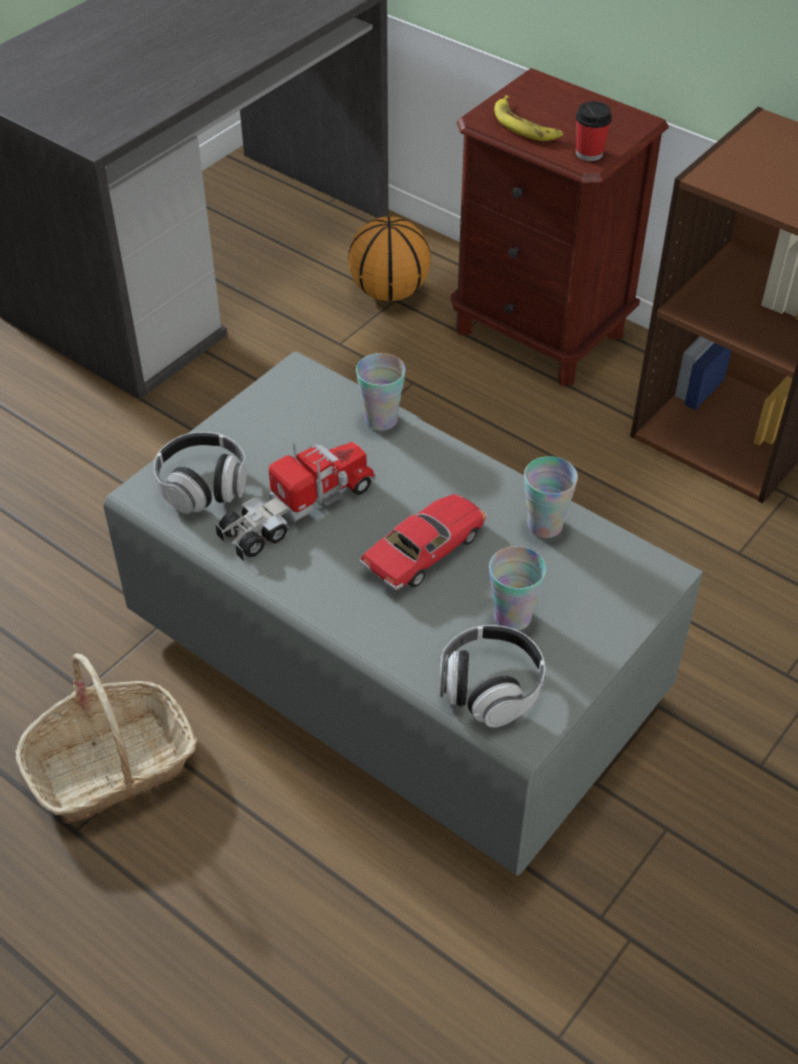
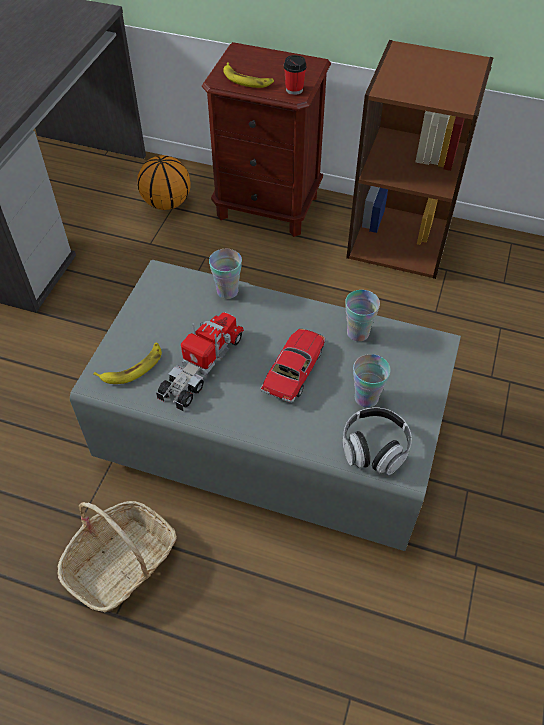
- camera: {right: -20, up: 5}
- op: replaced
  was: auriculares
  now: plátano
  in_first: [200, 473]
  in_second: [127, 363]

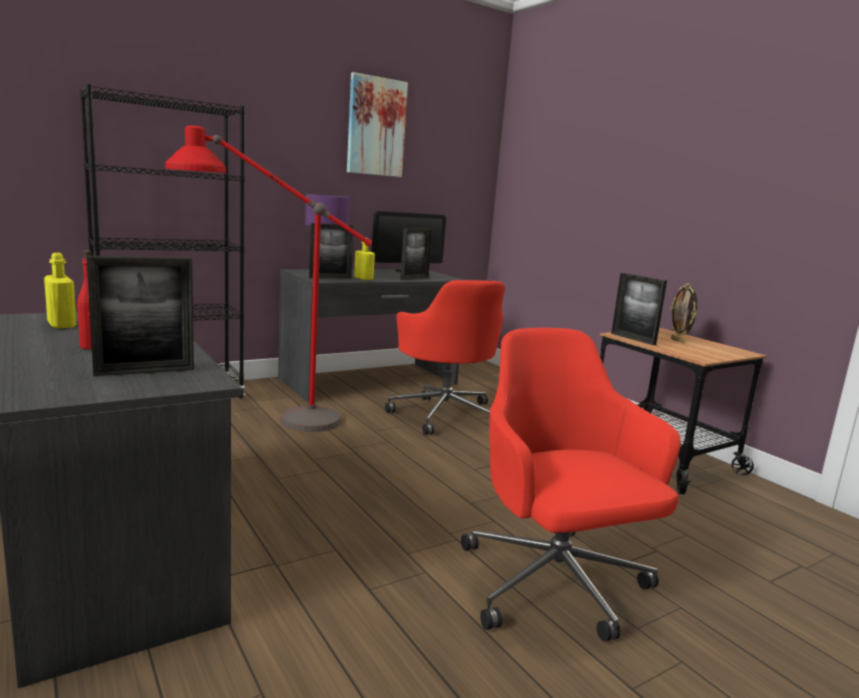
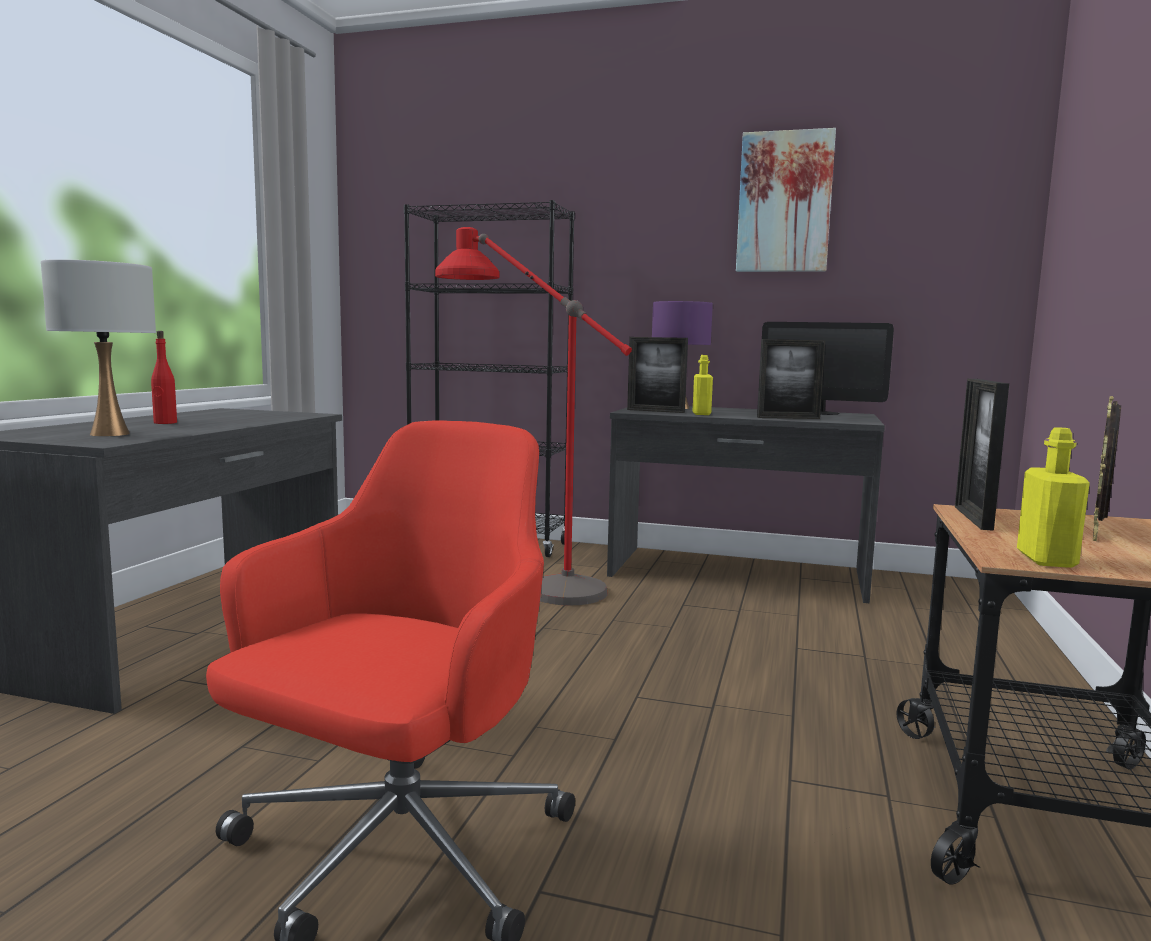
- camera: {right: 50, up: -5}
- op: moved
  was: botella [amarillo]
  in_first: [60, 291]
  in_second: [1053, 497]
- op: replaced
  was: portarretratos
  now: lámpara de mesa [blanco]
  in_first: [140, 316]
  in_second: [98, 347]
- op: removed
  was: silla de oficina [rojo]
  in_first: [445, 357]

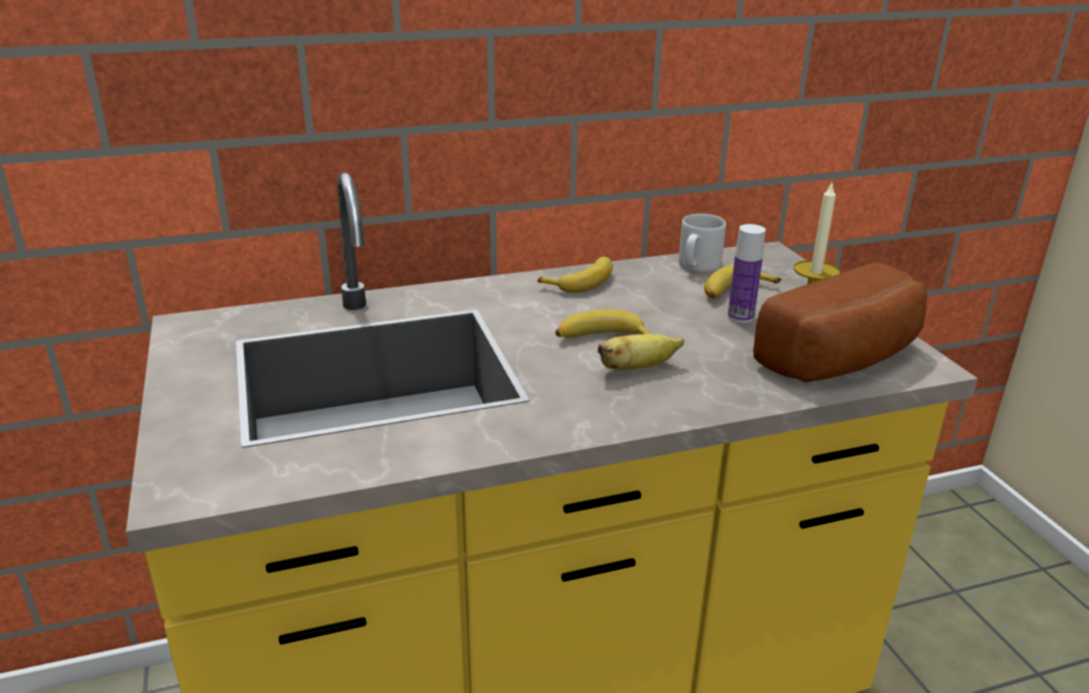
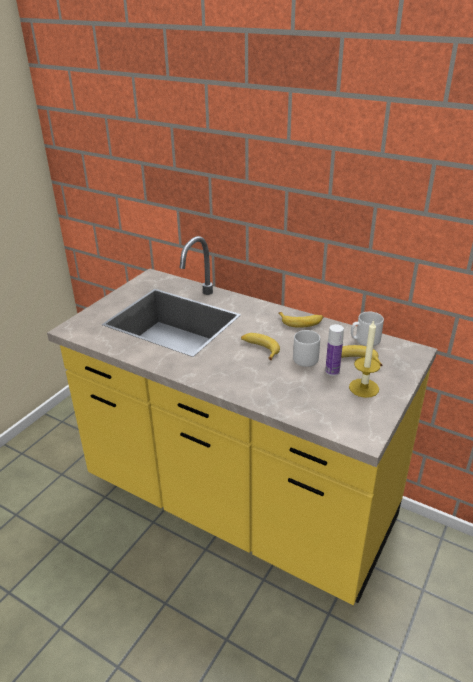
- camera: {right: 50, up: 5}
- op: removed
  was: pan
  in_first: [840, 322]
- op: removed
  was: plátano
  in_first: [641, 352]
- op: added
  now: taza grande [gris]
  in_second: [306, 348]

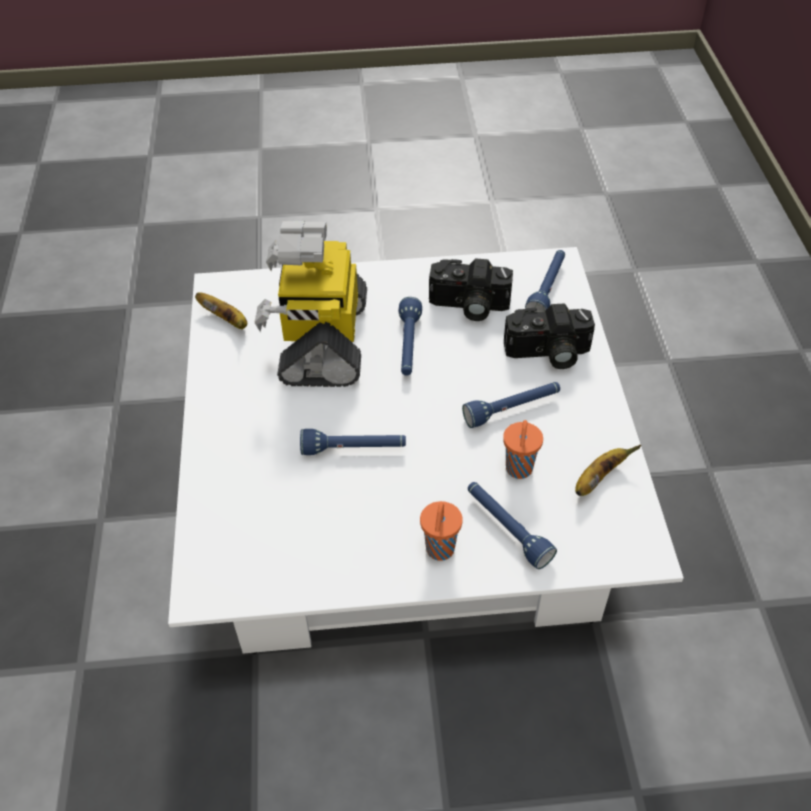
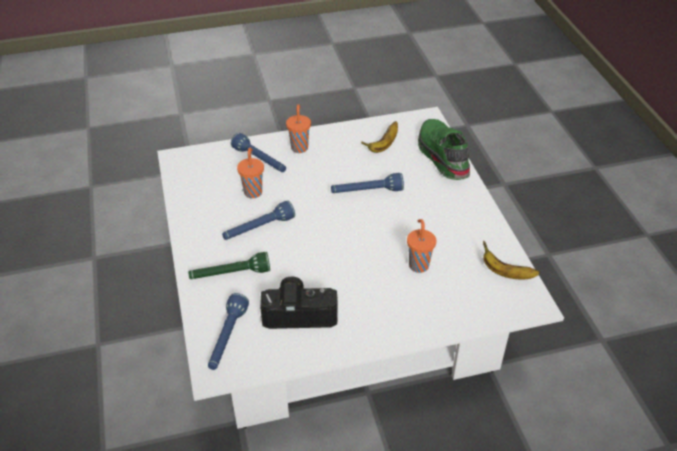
- camera: {right: 170, up: -5}
- op: replaced
  was: robot de juguete
  now: taza [naranja]
  in_first: [310, 304]
  in_second: [422, 246]
- op: removed
  was: linterna [azul]
  in_first: [410, 336]
- op: replaced
  was: cámara
  now: linterna [verde]
  in_first: [549, 336]
  in_second: [229, 265]
- op: moved
  was: plátano
  in_first: [608, 470]
  in_second: [379, 137]
- op: added
  now: zapato [verde]
  in_second: [444, 149]

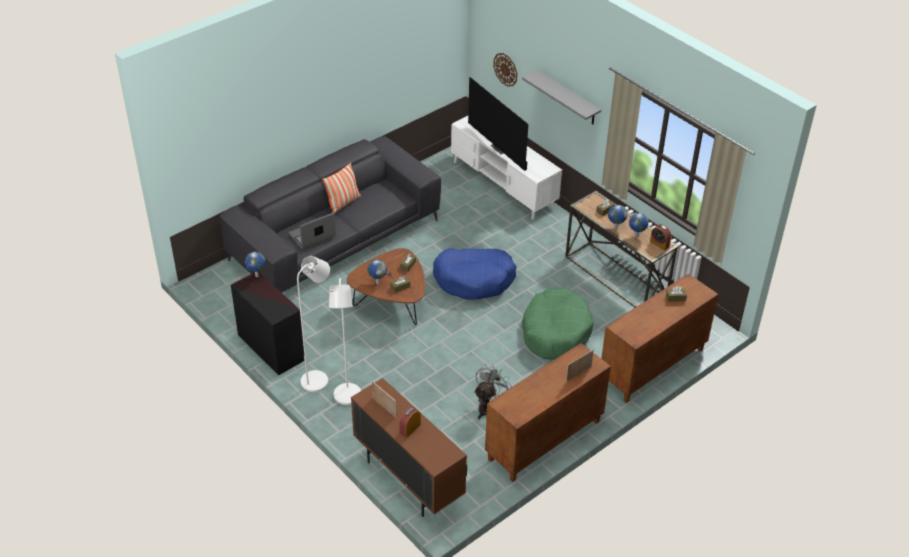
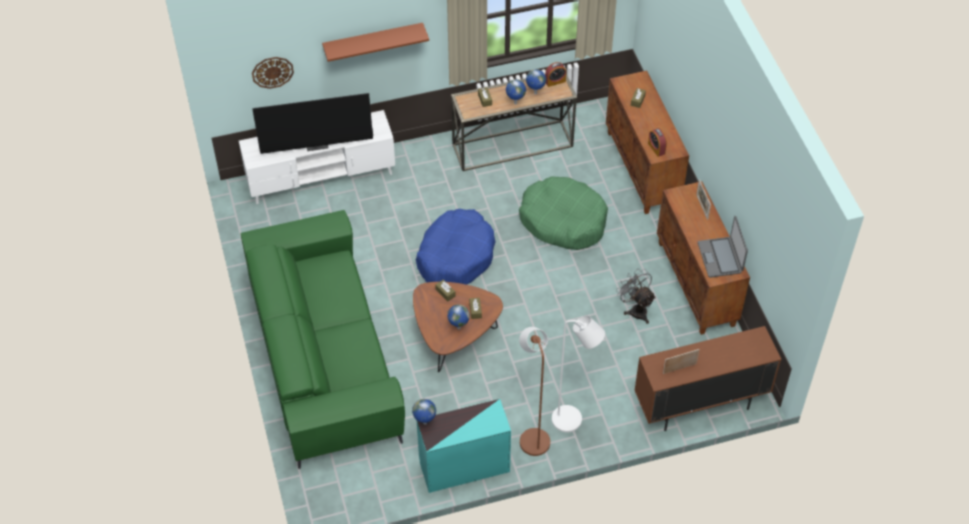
- camera: {right: -65, up: 10}
- op: recoloured
  was: estante [gris]
  now: estante [marrón]
  in_first: [561, 97]
  in_second: [375, 42]
- op: recoloured
  was: sofá [gris]
  now: sofá [verde]
  in_first: [330, 214]
  in_second: [323, 339]
- op: removed
  was: cojín
  in_first: [341, 188]
- op: moved
  was: portátil
  in_first: [312, 230]
  in_second: [723, 247]
- op: recoloured
  was: lámpara de pie [blanco]
  now: lámpara de pie [marrón]
  in_first: [313, 324]
  in_second: [534, 391]
- op: recoloured
  was: cómoda [negro]
  now: cómoda [turquesa]
  in_first: [267, 323]
  in_second: [464, 446]
- op: moved
  was: despertador
  in_first: [410, 422]
  in_second: [657, 142]

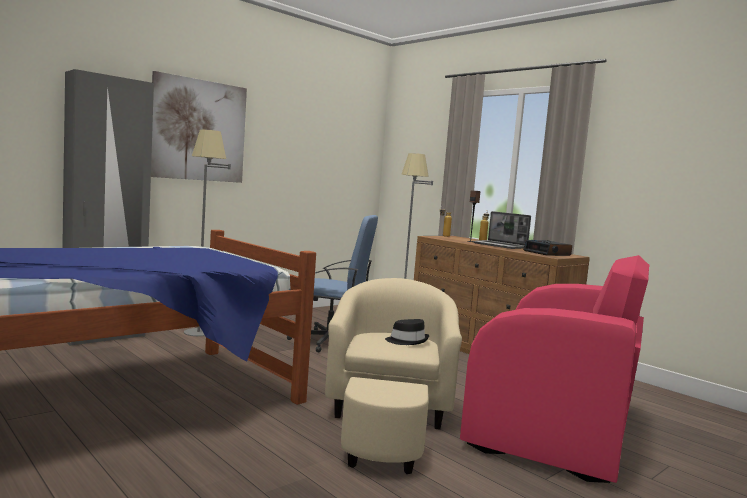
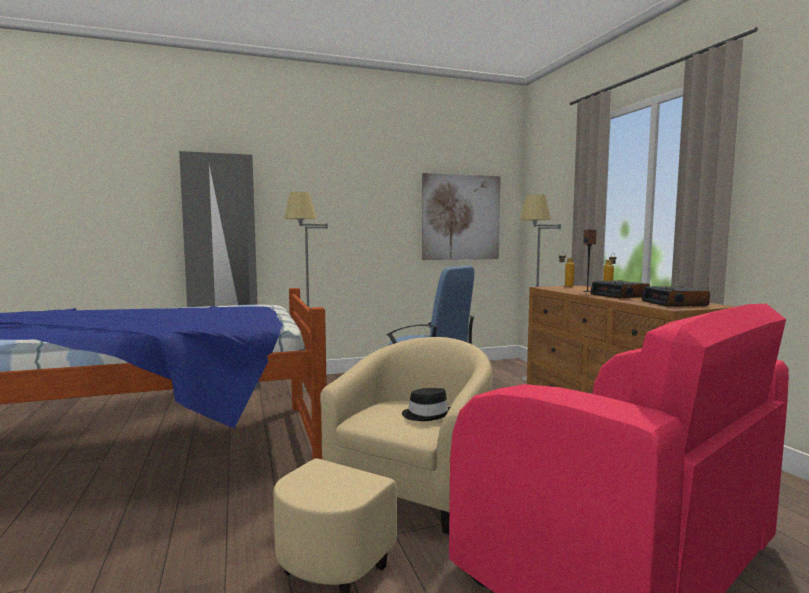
- camera: {right: 25, up: 0}
- op: moved
  was: cuadro
  in_first: [199, 127]
  in_second: [461, 216]
- op: replaced
  was: portátil
  now: despertador
  in_first: [501, 230]
  in_second: [620, 289]

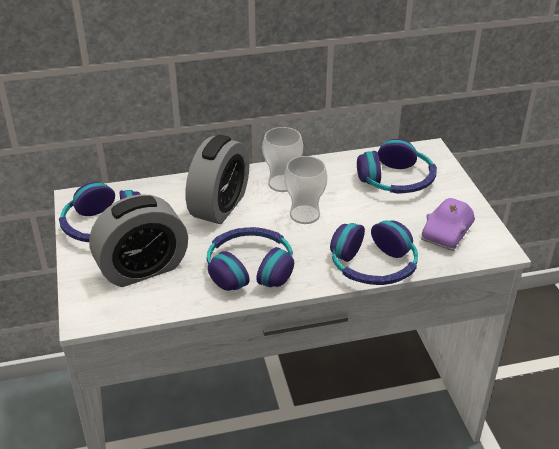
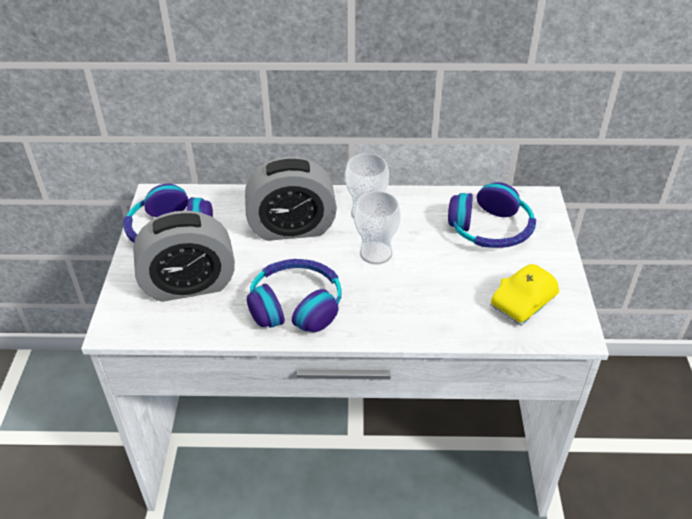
- camera: {right: 15, up: 5}
- op: turned
  was: despertador
  in_first: [217, 179]
  in_second: [291, 199]
  clockwise: 45
- op: recoloured
  was: coche de juguete [morado]
  now: coche de juguete [amarillo]
  in_first: [448, 224]
  in_second: [524, 295]
- op: removed
  was: auriculares
  in_first: [374, 252]

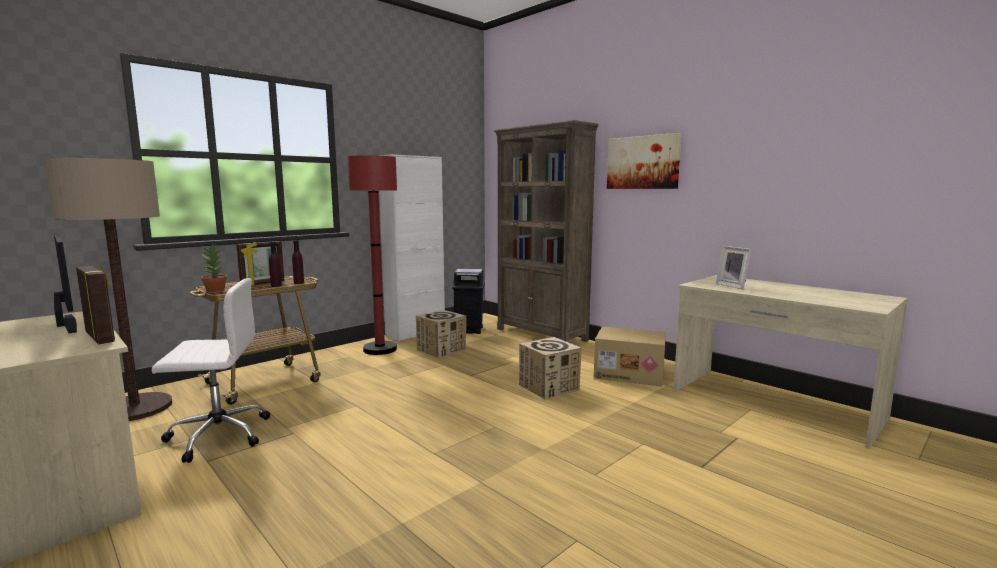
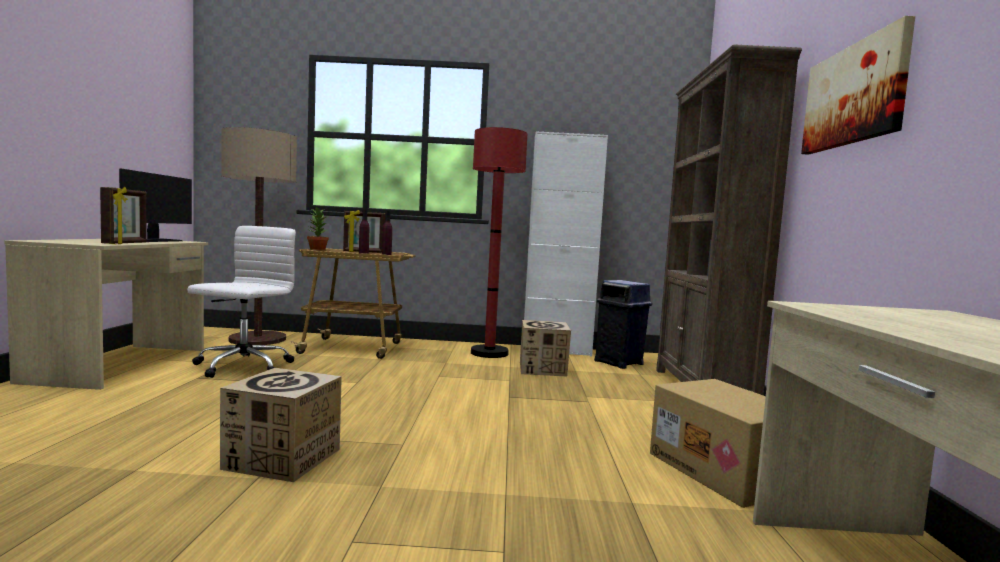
- camera: {right: 45, up: -5}
- op: removed
  was: portarretratos
  in_first: [733, 267]
- op: turned
  was: silla de oficina [blanco]
  in_first: [211, 370]
  in_second: [241, 302]
  clockwise: -105
- op: moved
  was: caja de cartón
  in_first: [550, 368]
  in_second: [281, 425]

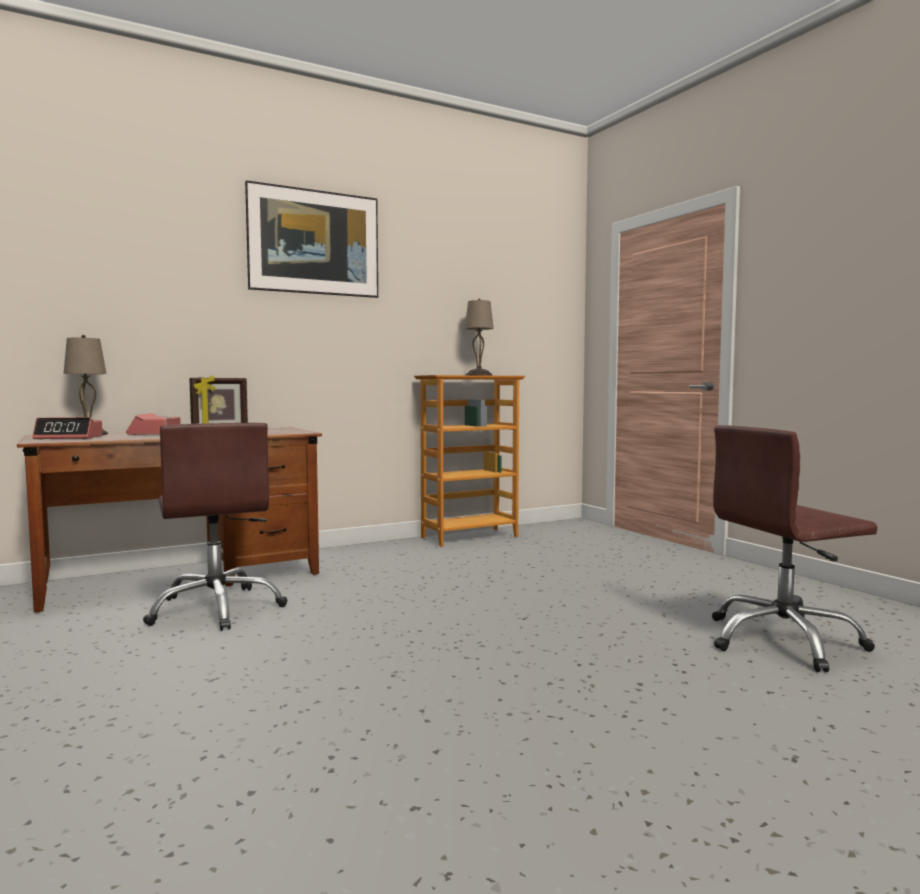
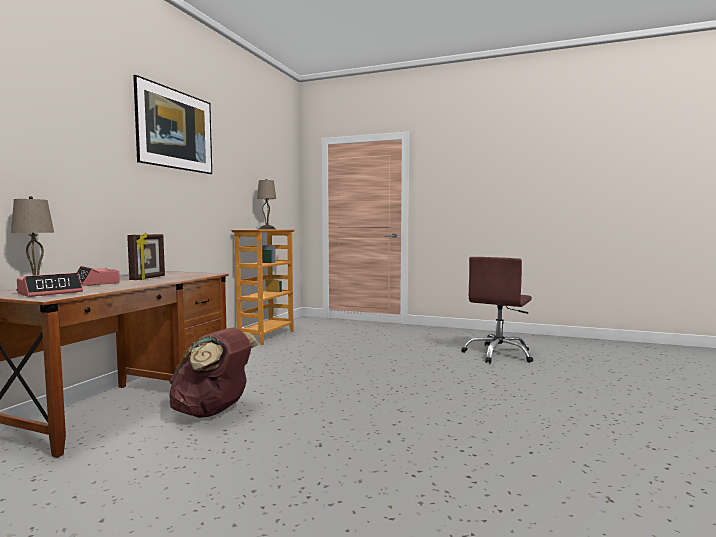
- camera: {right: -40, up: 0}
- op: replaced
  was: silla de oficina [marrón]
  now: mochila [marrón]
  in_first: [215, 526]
  in_second: [214, 373]

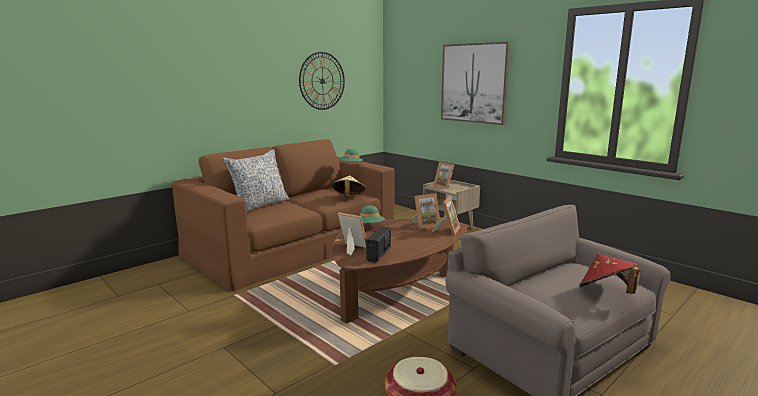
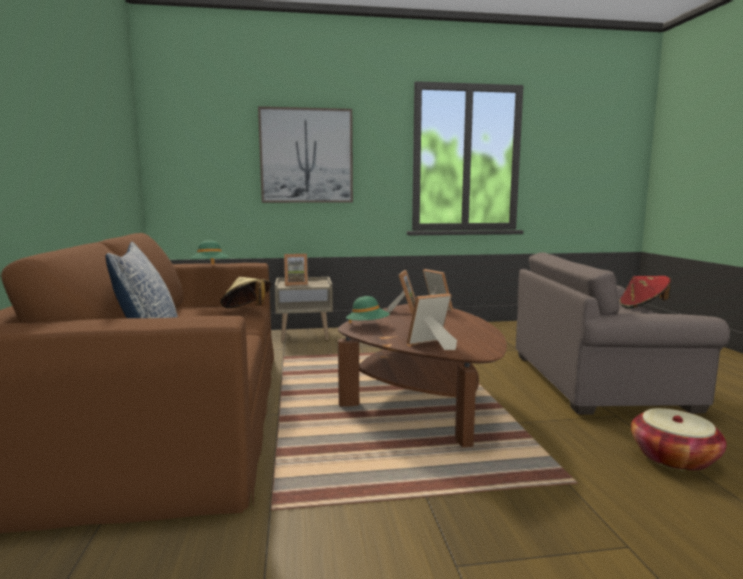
- camera: {right: -55, up: -5}
- op: removed
  was: reloj de pared
  in_first: [322, 81]
- op: removed
  was: radio
  in_first: [378, 245]

